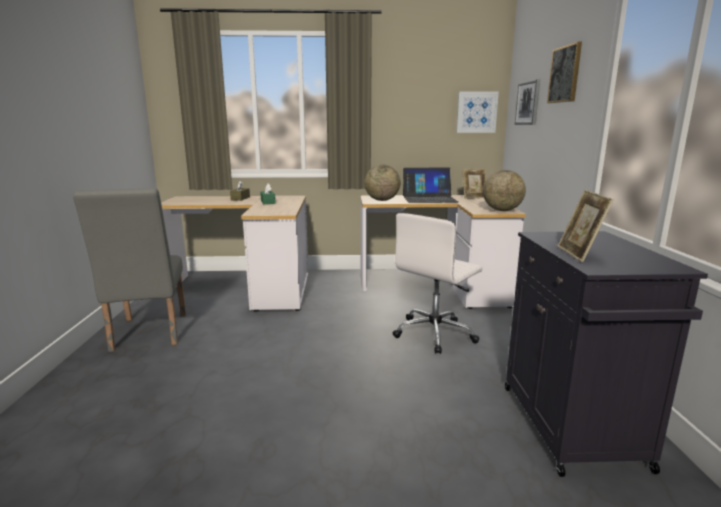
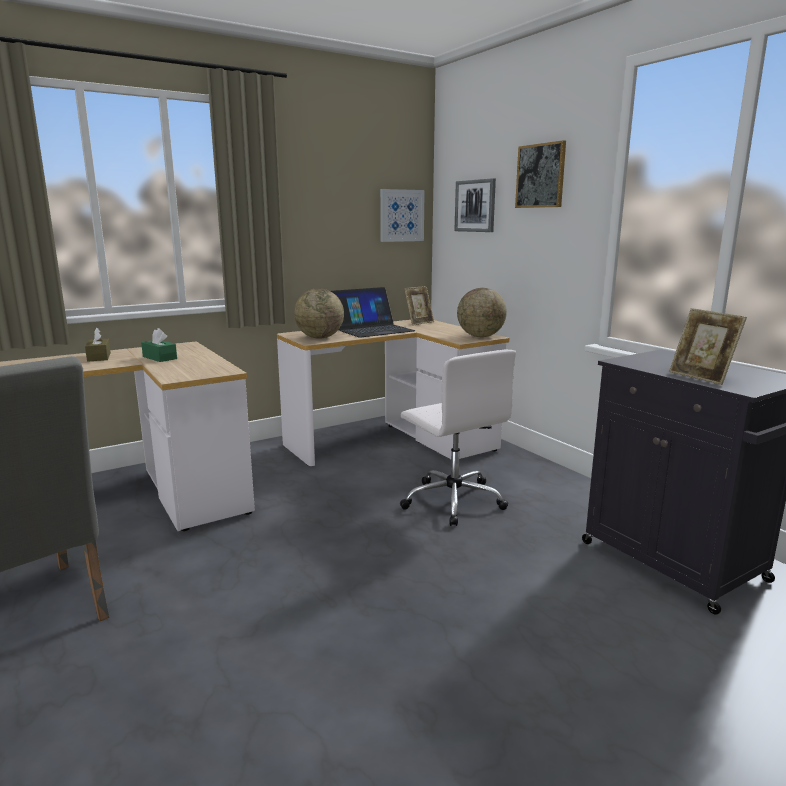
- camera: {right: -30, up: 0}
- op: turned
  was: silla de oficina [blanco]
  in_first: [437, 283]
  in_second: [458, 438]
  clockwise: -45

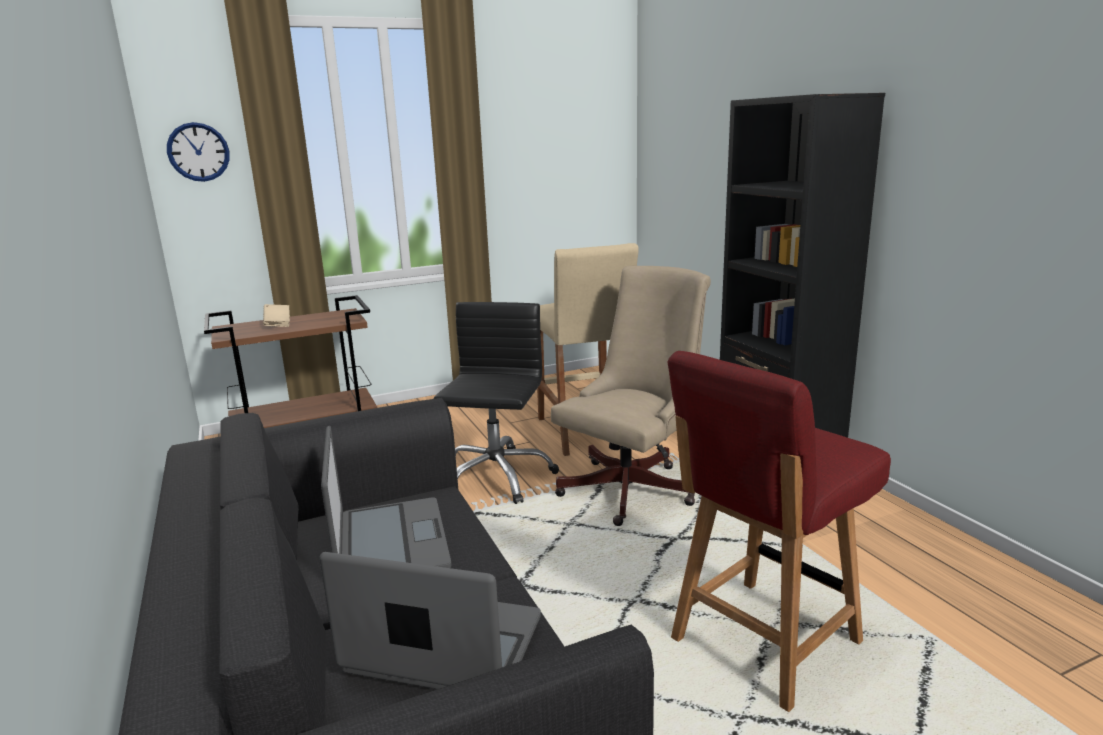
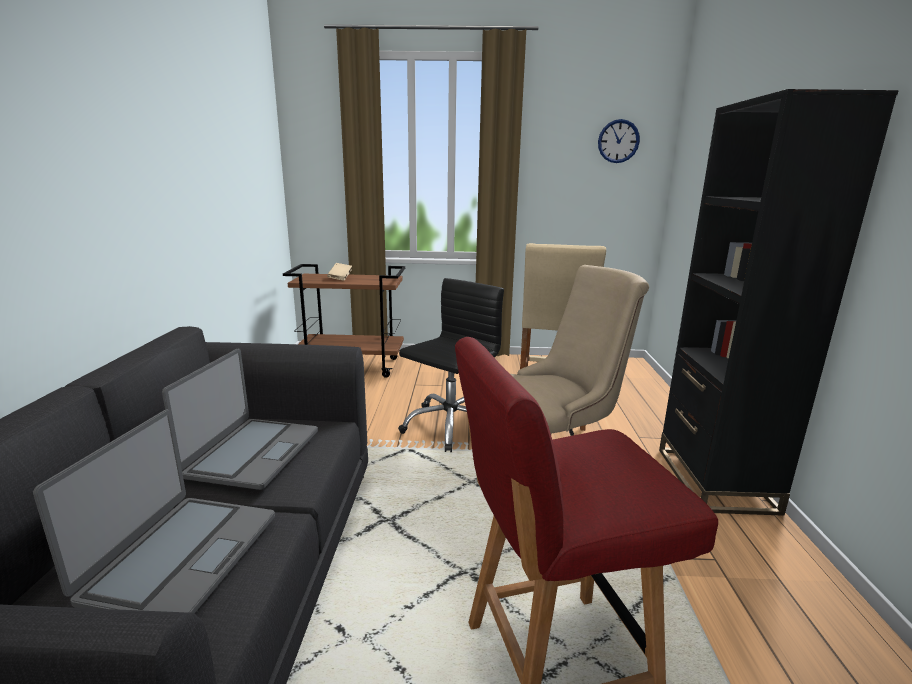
- camera: {right: 25, up: 0}
- op: moved
  was: reloj de pared
  in_first: [198, 152]
  in_second: [619, 141]
- op: turned
  was: portátil
  in_first: [430, 620]
  in_second: [154, 511]
  clockwise: 60

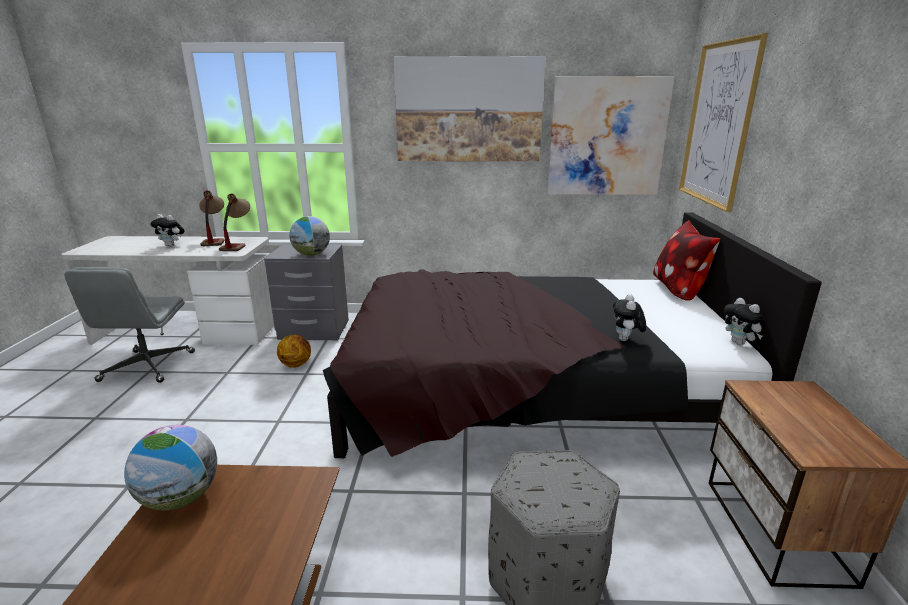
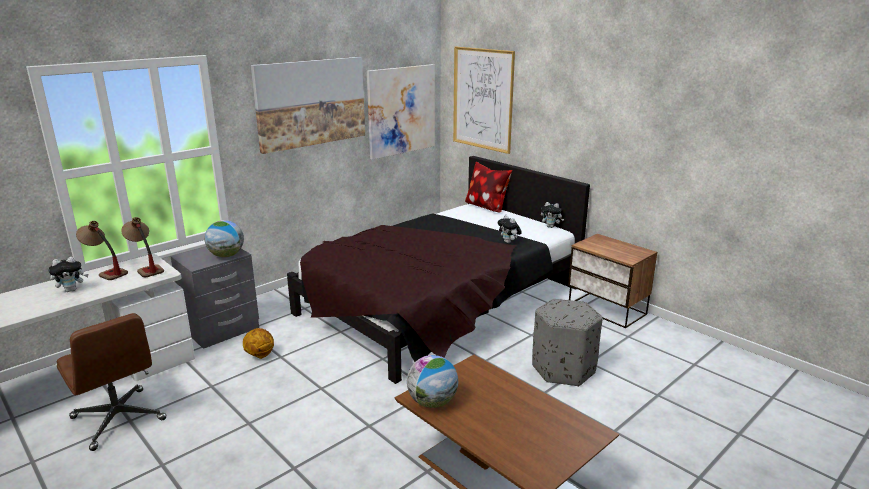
- camera: {right: -45, up: 0}
- op: recoloured
  was: silla de oficina [gris]
  now: silla de oficina [marrón]
  in_first: [129, 325]
  in_second: [111, 382]

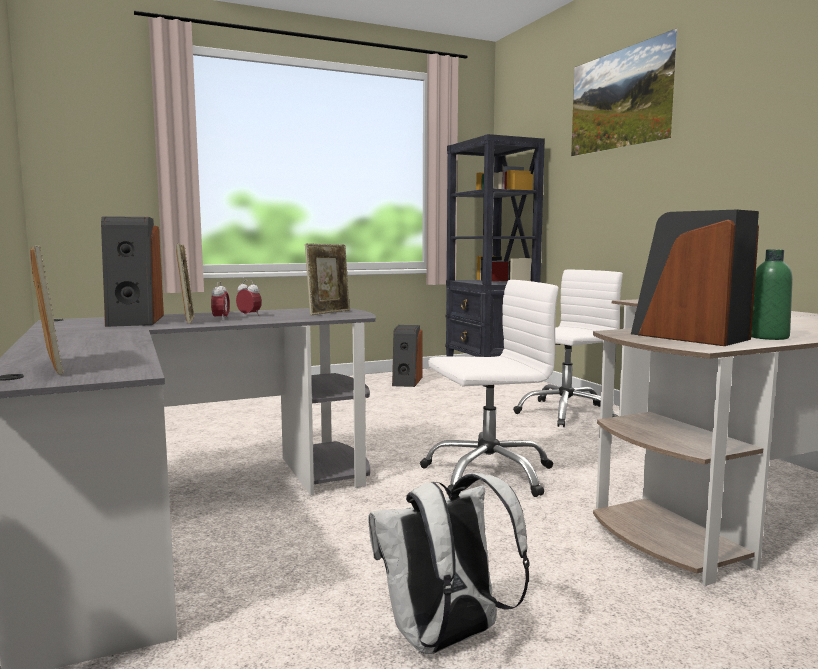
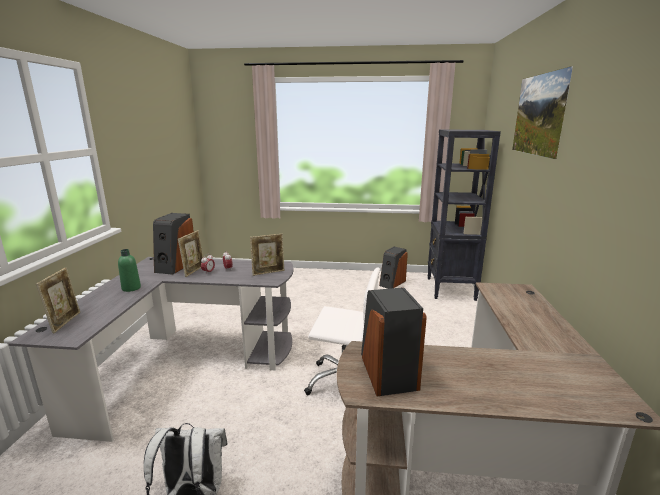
- camera: {right: 30, up: 10}
- op: moved
  was: botella [verde]
  in_first: [772, 295]
  in_second: [129, 270]
- op: removed
  was: silla de oficina [blanco]
  in_first: [568, 348]

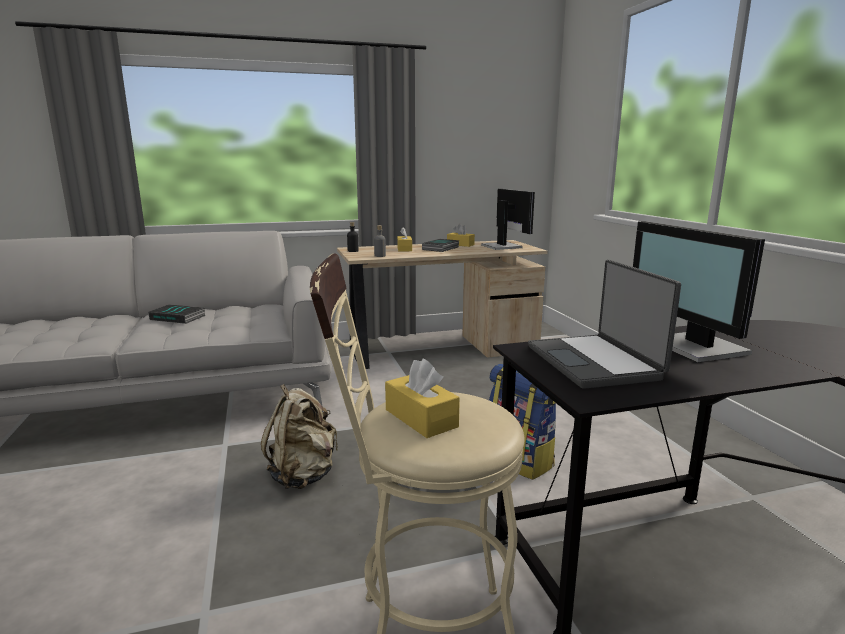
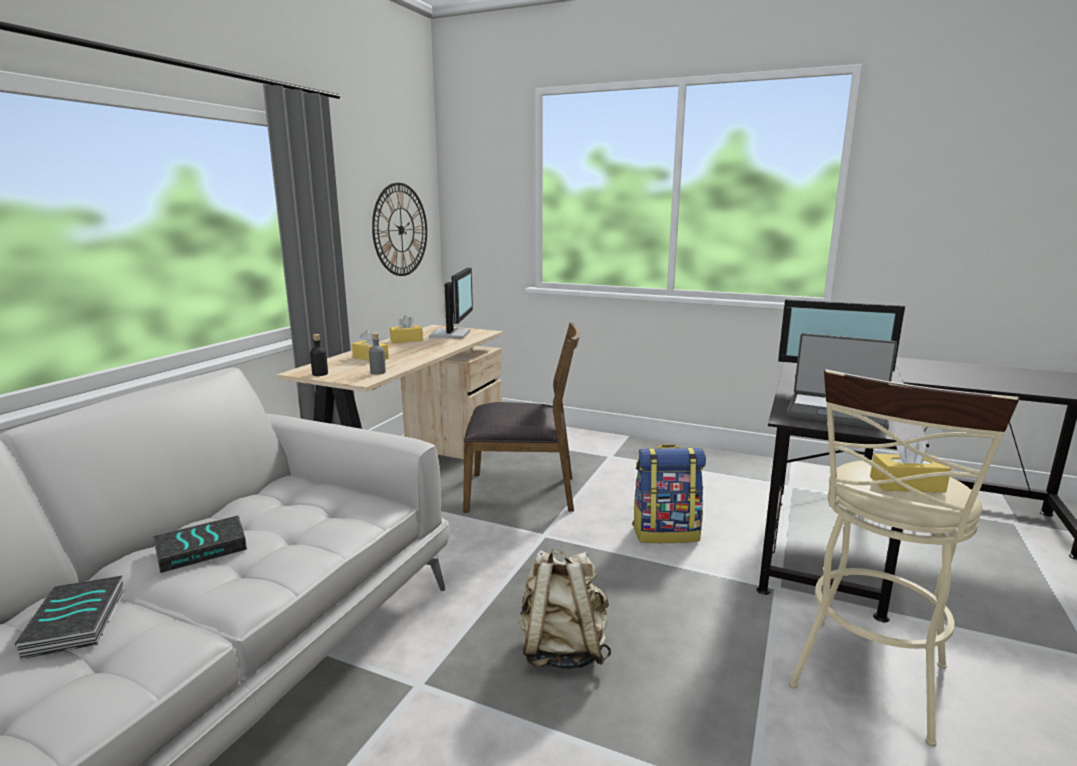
- camera: {right: -50, up: 0}
- op: turned
  was: monitor
  in_first: [508, 219]
  in_second: [451, 303]
  clockwise: 75
- op: moved
  was: libro
  in_first: [441, 245]
  in_second: [70, 617]
- op: added
  now: reloj de pared
  in_second: [399, 229]
- op: added
  now: silla [marrón]
  in_second: [521, 417]

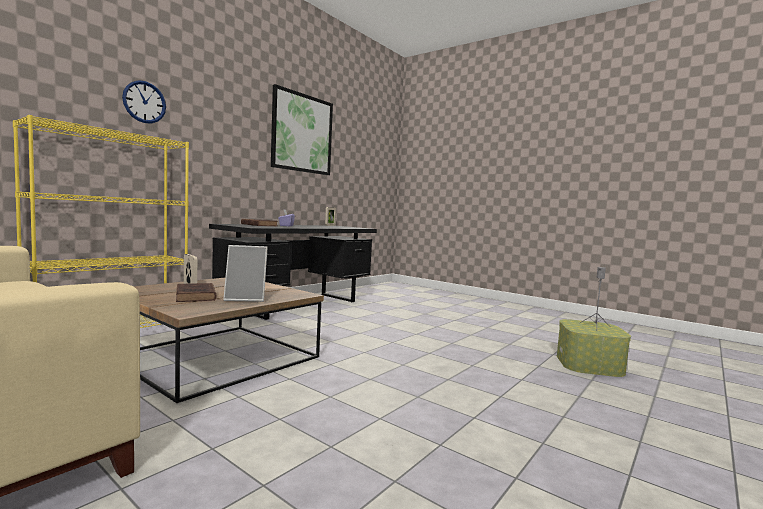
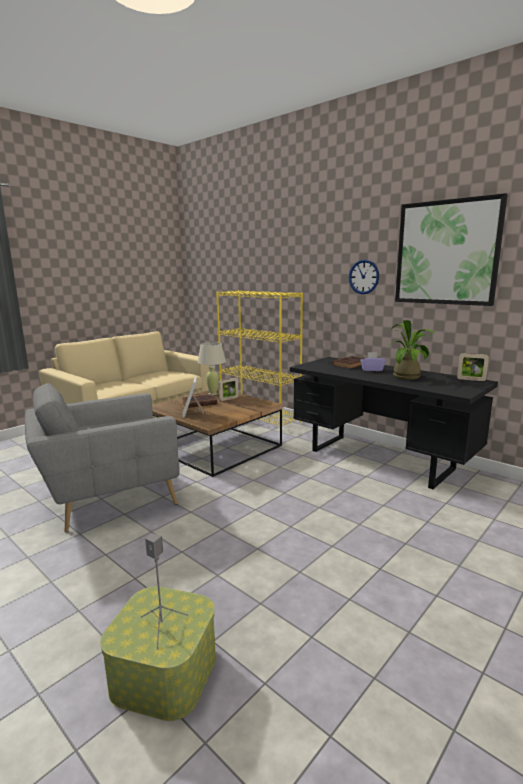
- camera: {right: 95, up: 10}
- op: moved
  was: reloj de pared
  in_first: [144, 101]
  in_second: [364, 276]
- op: added
  now: planta en maceta
  in_second: [411, 350]
- op: added
  now: lámpara de mesa [beis]
  in_second: [212, 368]
- op: added
  now: sillón [gris]
  in_second: [102, 457]

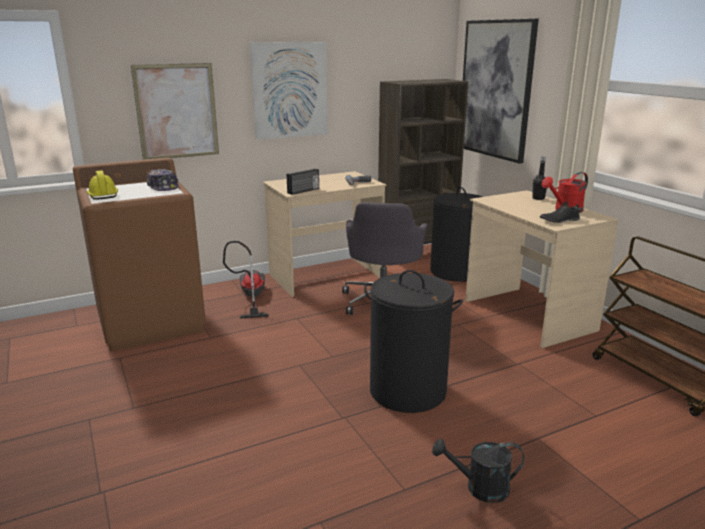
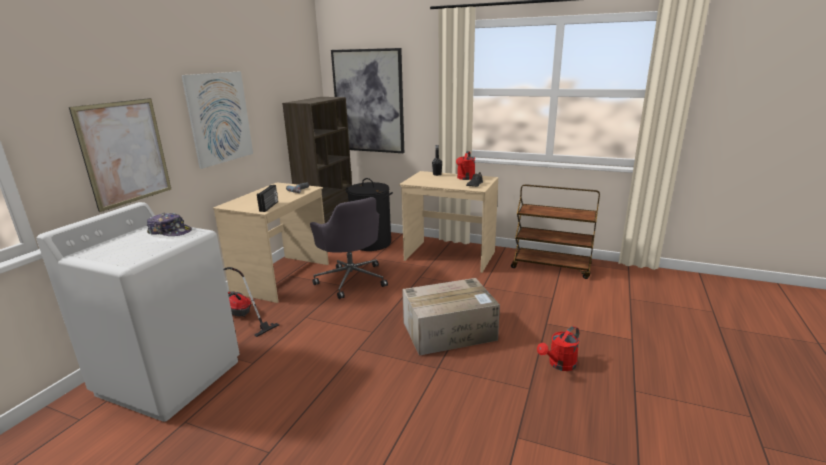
- camera: {right: -40, up: 0}
- op: recoloured
  was: lavadora [marrón]
  now: lavadora [blanco]
  in_first: [139, 254]
  in_second: [137, 312]
- op: removed
  was: casco [amarillo]
  in_first: [102, 185]
- op: replaced
  was: cesto de la ropa [negro]
  now: caja de cartón
  in_first: [413, 341]
  in_second: [451, 317]
- op: recoloured
  was: regadera [negro]
  now: regadera [rojo]
  in_first: [478, 471]
  in_second: [558, 348]

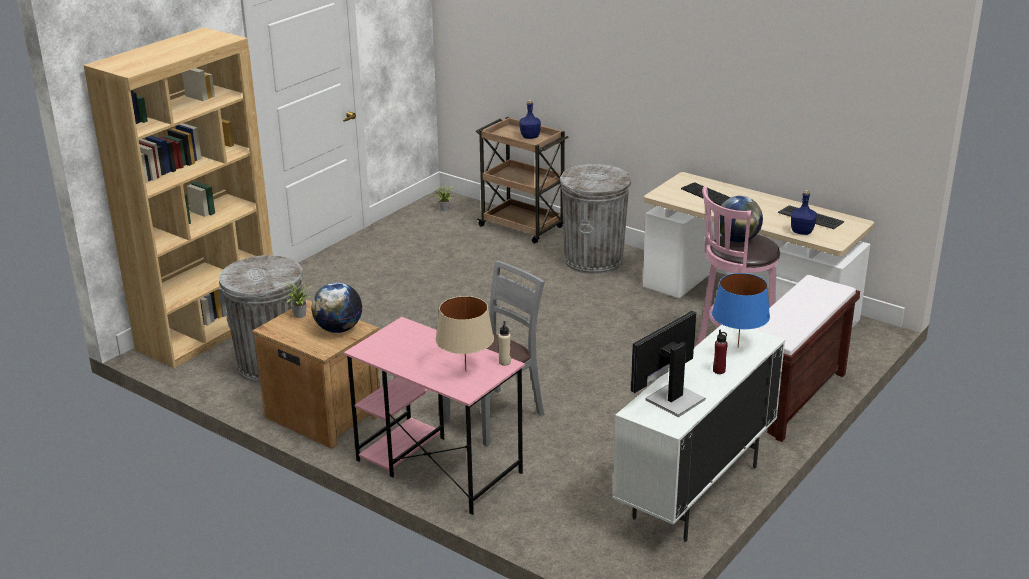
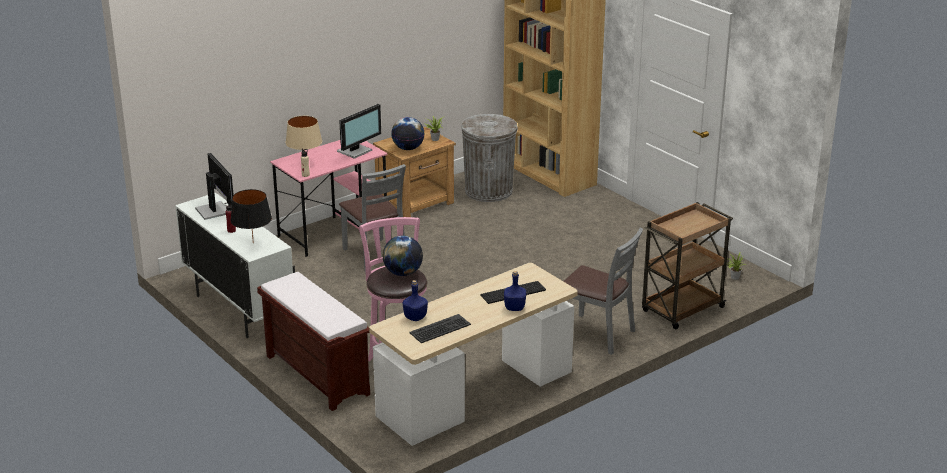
- camera: {right: 105, up: 0}
- op: moved
  was: botella [azul]
  in_first: [530, 119]
  in_second: [515, 291]
- op: replaced
  was: papelera [gris]
  now: silla [gris]
  in_first: [596, 219]
  in_second: [603, 291]
- op: recoloured
  was: lámpara de mesa [azul]
  now: lámpara de mesa [negro]
  in_first: [741, 310]
  in_second: [251, 216]
- op: added
  now: monitor
  in_second: [359, 131]

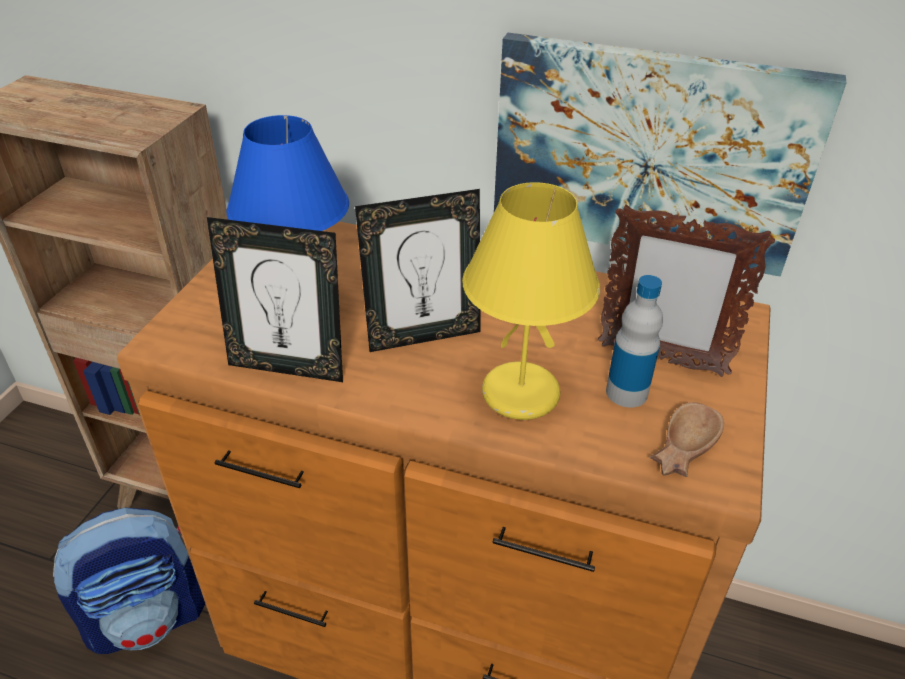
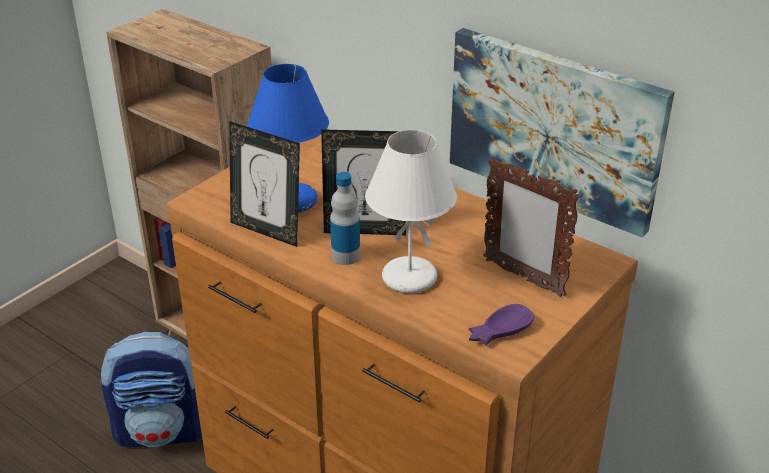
- camera: {right: 20, up: -5}
- op: recoloured
  was: lámpara de mesa [amarillo]
  now: lámpara de mesa [blanco]
  in_first: [531, 301]
  in_second: [411, 211]
- op: moved
  was: botella
  in_first: [634, 341]
  in_second: [345, 218]
- op: recoloured
  was: cuenco [marrón]
  now: cuenco [morado]
  in_first: [686, 439]
  in_second: [501, 324]

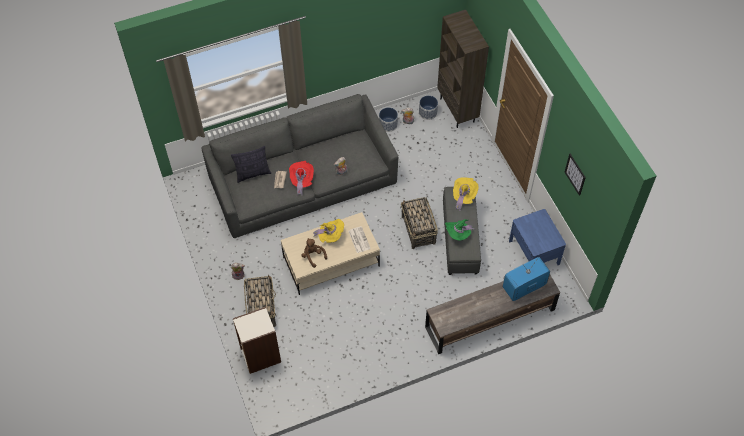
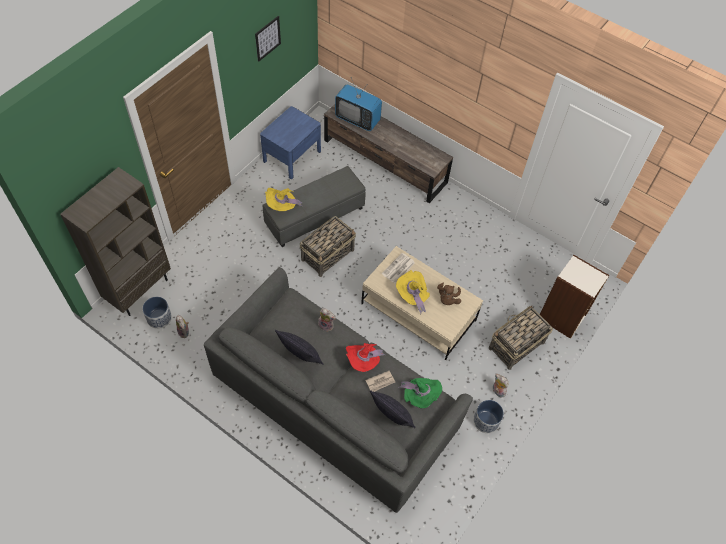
- camera: {right: -125, up: 0}
- op: moved
  was: maceta
  in_first: [388, 119]
  in_second: [488, 416]
- op: moved
  was: sombrero [verde]
  in_first: [460, 230]
  in_second: [420, 393]
- op: added
  now: cojín
  in_second: [299, 347]

